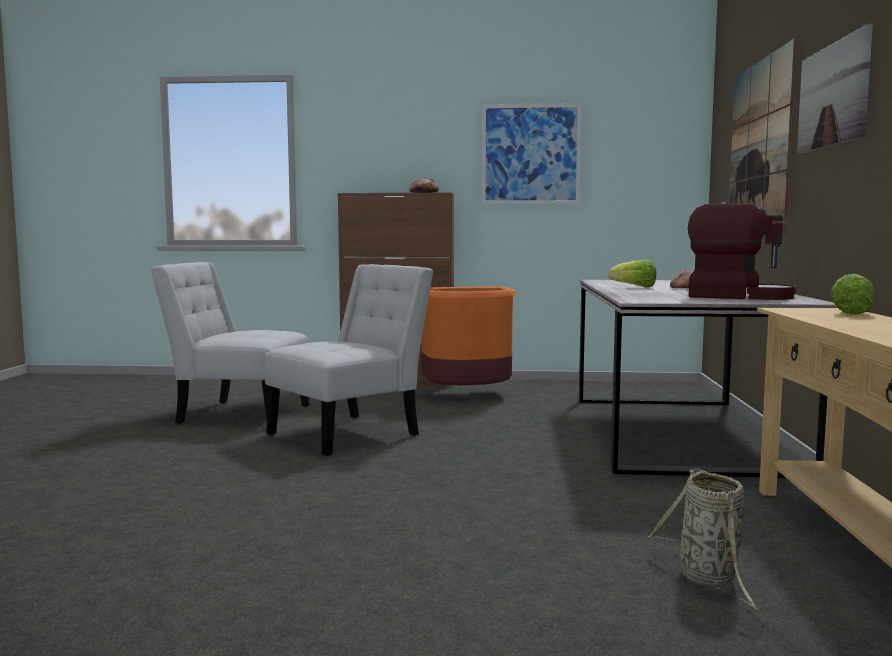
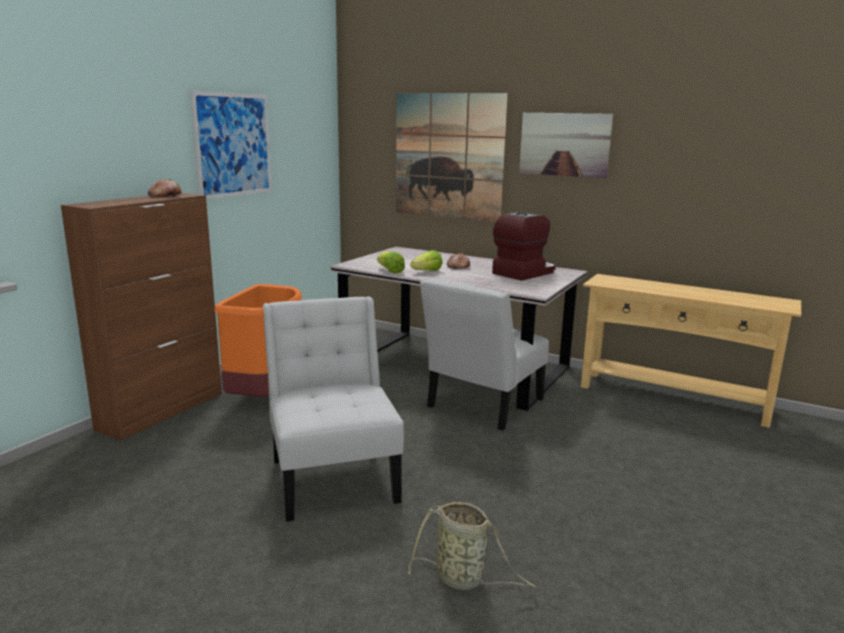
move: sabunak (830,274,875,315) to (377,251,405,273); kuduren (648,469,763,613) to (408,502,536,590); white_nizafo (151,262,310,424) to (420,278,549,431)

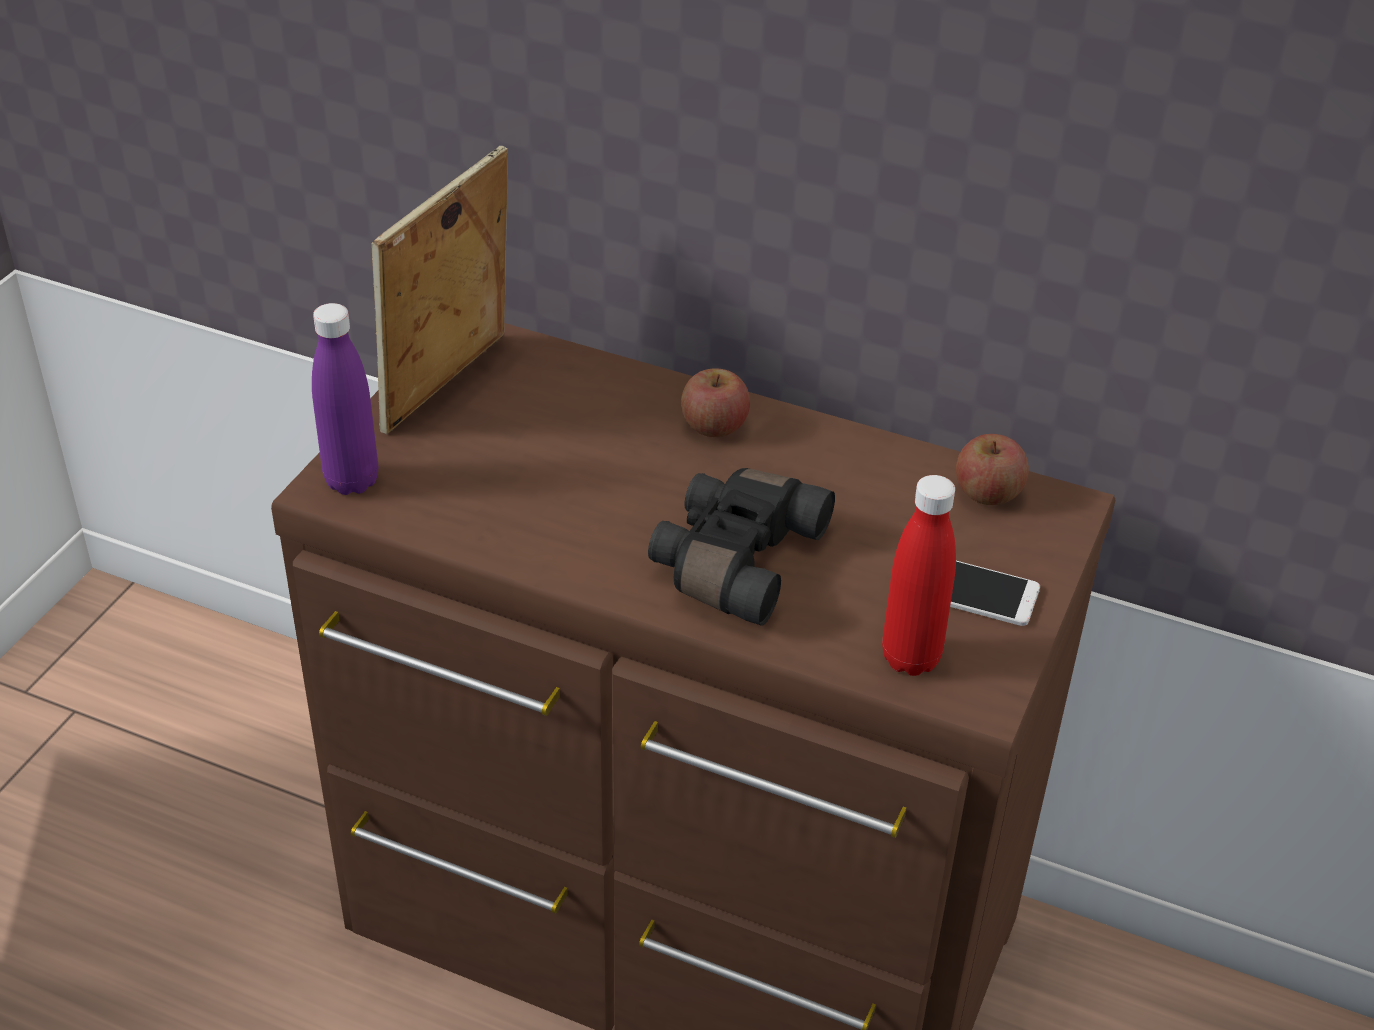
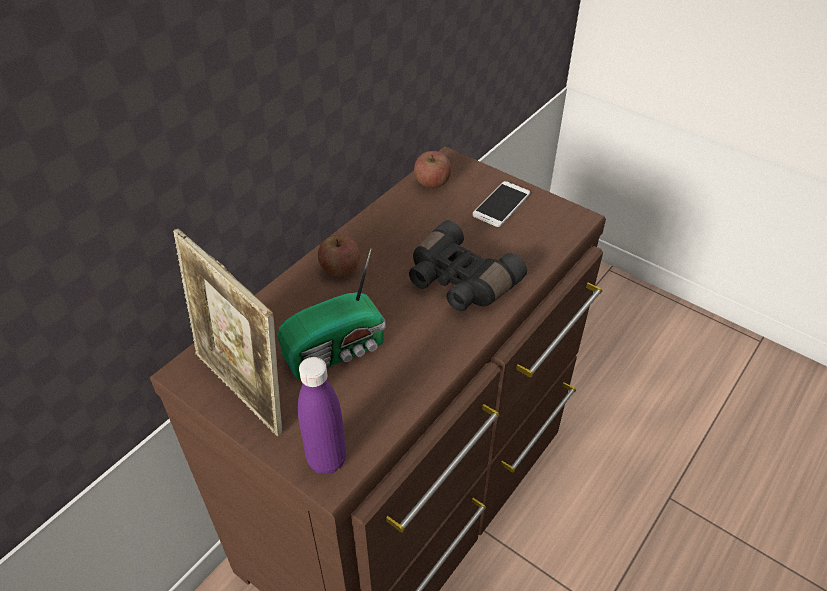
delete: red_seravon (882,475,956,676)
insert: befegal (277,248,386,379)

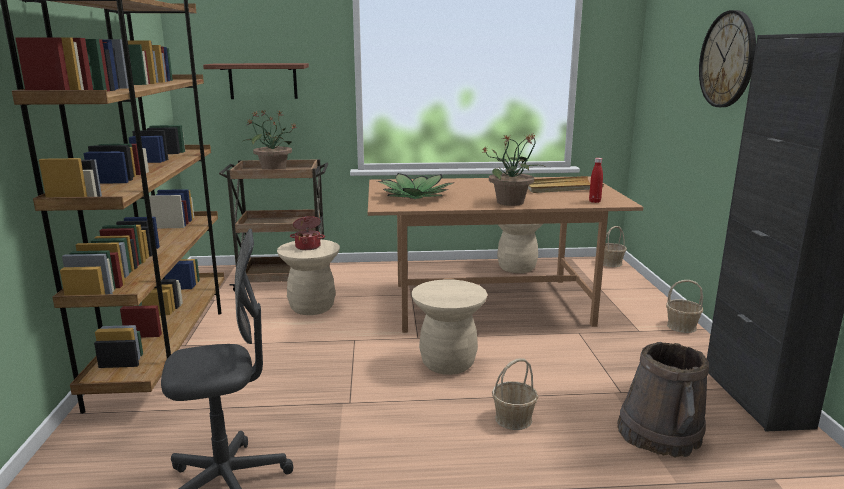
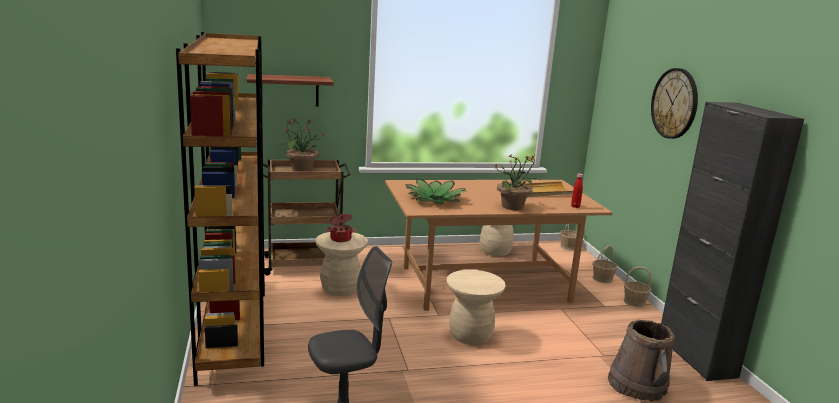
move: kuduren (492,358,538,430) to (592,245,618,283)

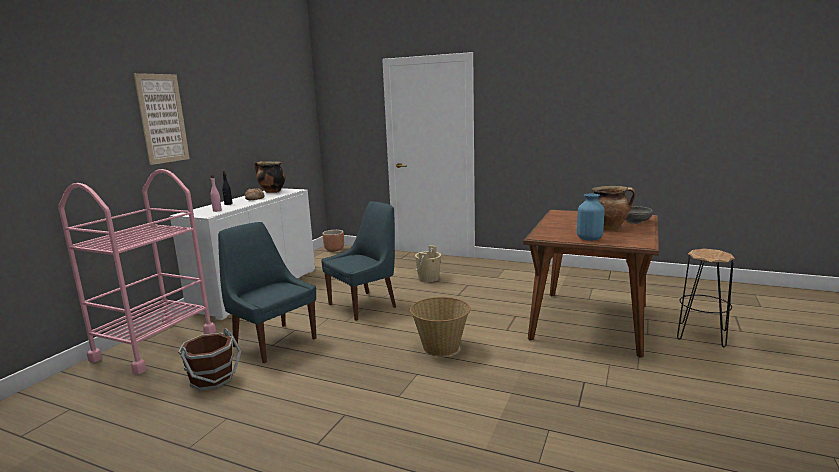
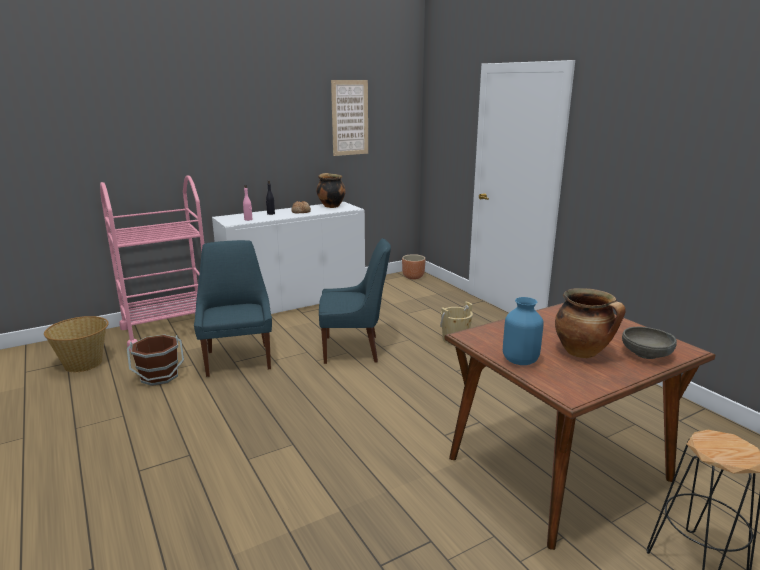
move: kuduren (410,297,470,356) to (44,316,109,372); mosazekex (134,73,190,165) to (331,80,368,156)

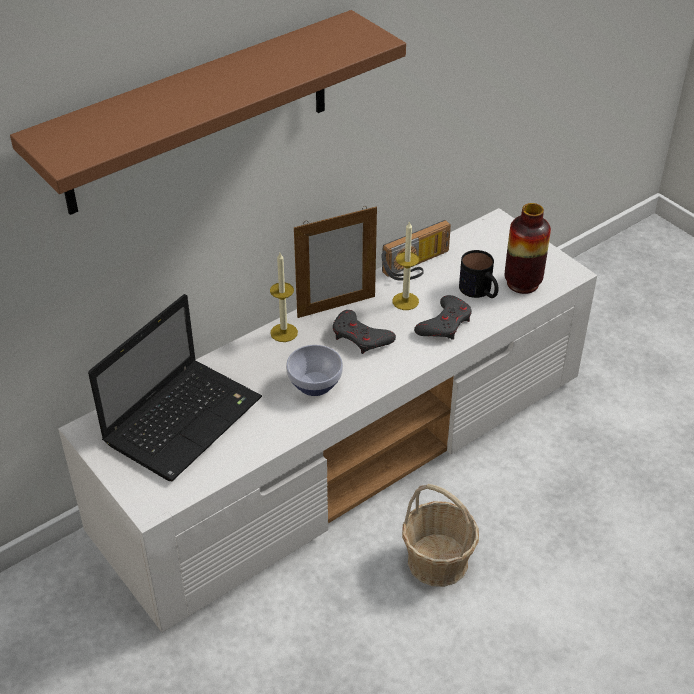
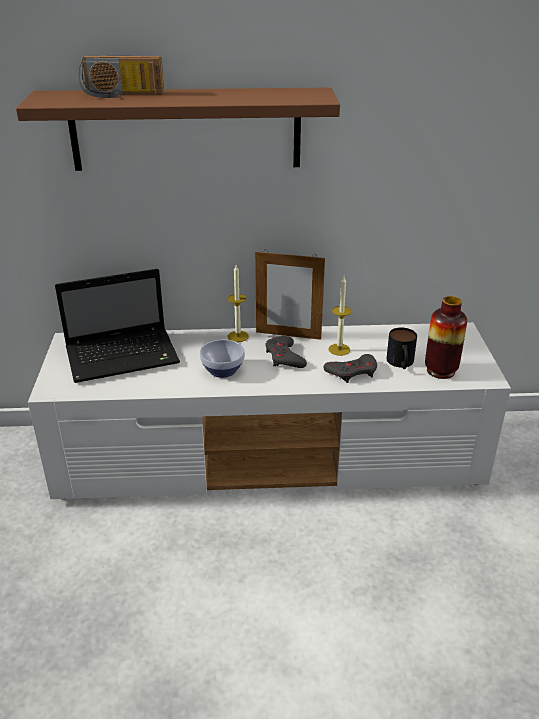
delete: kuduren (402,484,479,587)
move: befegal (381,220,451,281) to (78,56,164,98)

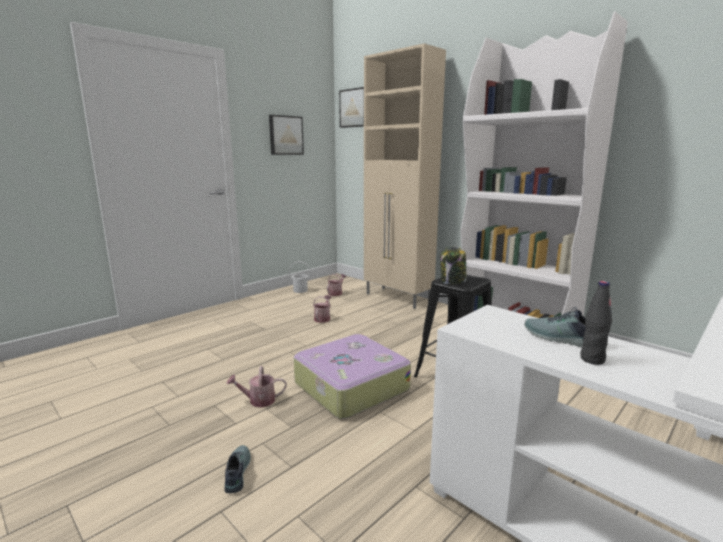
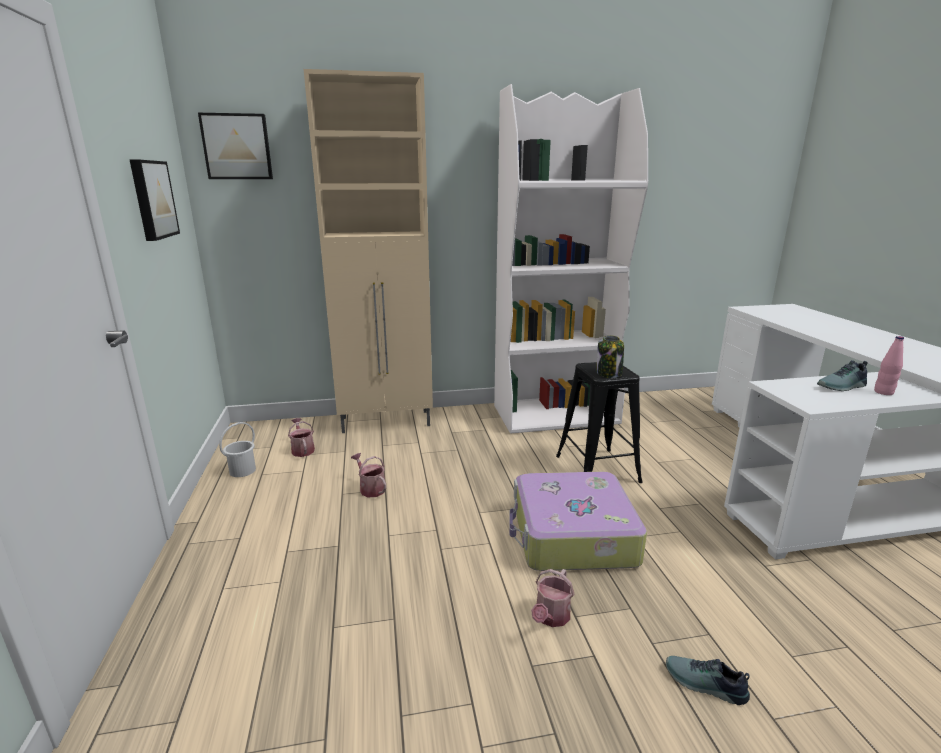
recolor: black_seravon (580,281,612,365) to pink_seravon (874,336,904,395)

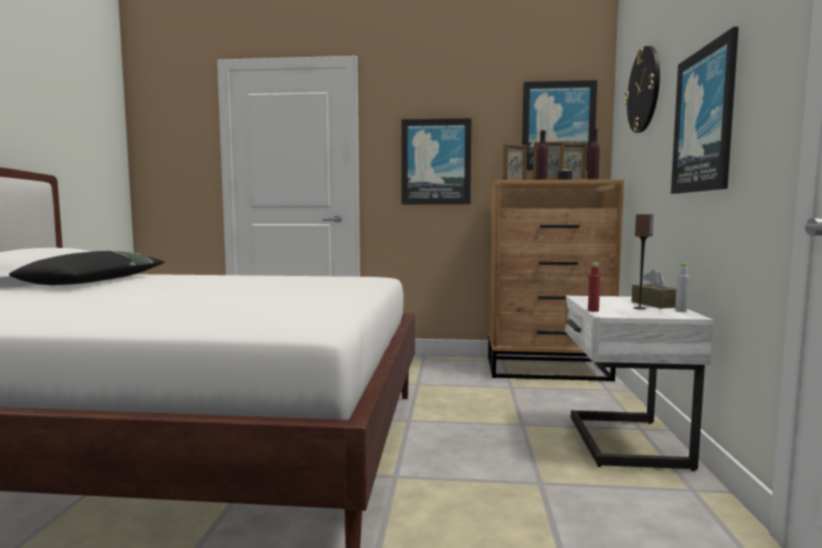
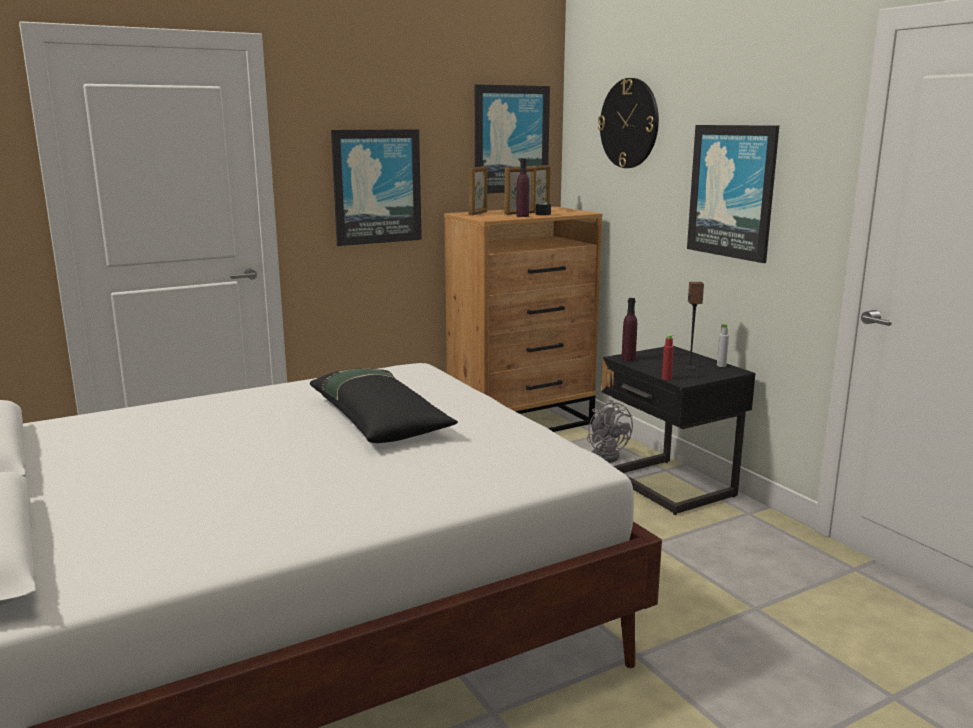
delete: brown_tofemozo (632,269,676,309)
insert: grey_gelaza (587,400,633,463)
move: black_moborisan (9,251,165,285) to (310,368,458,443); purple_seravon (587,129,600,180) to (622,298,637,362)
recolor: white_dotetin (564,296,713,471) to black_dotetin (601,346,756,515)

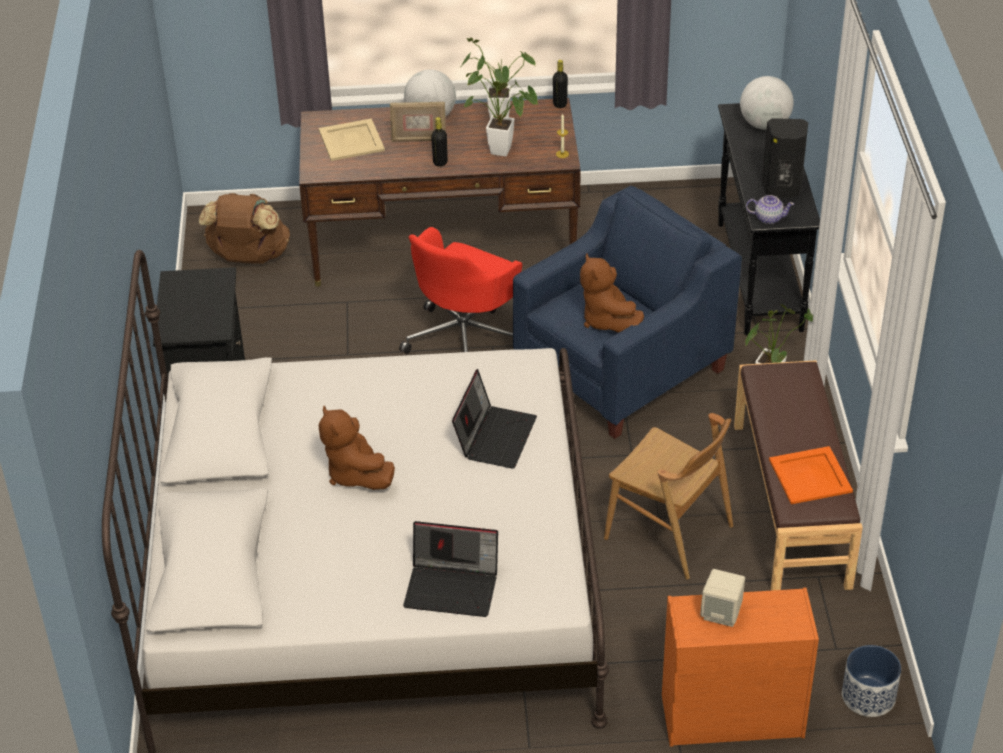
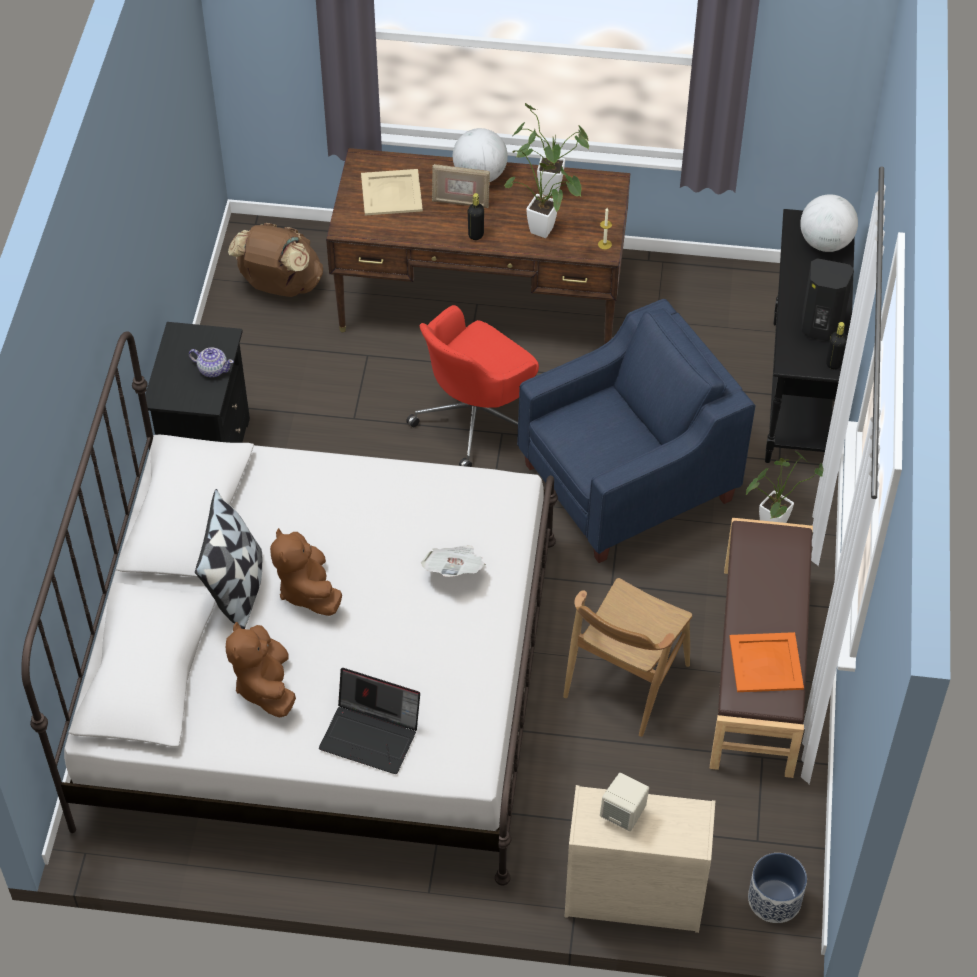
insert: moborisan (195,489,262,629)
move: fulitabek (746,195,794,224) to (189,347,234,377); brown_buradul (580,253,644,333) to (226,622,296,717); black_seravon (553,60,568,108) to (826,322,847,370)
replace: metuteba (452,369,537,469) to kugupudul (421,545,486,577)
recolor: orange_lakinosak (662,588,819,747) to beige_lakinosak (565,785,715,933)
rotate: brown_nizafo (604,413,733,580) = (563,578,692,737) 75 degrees clockwise

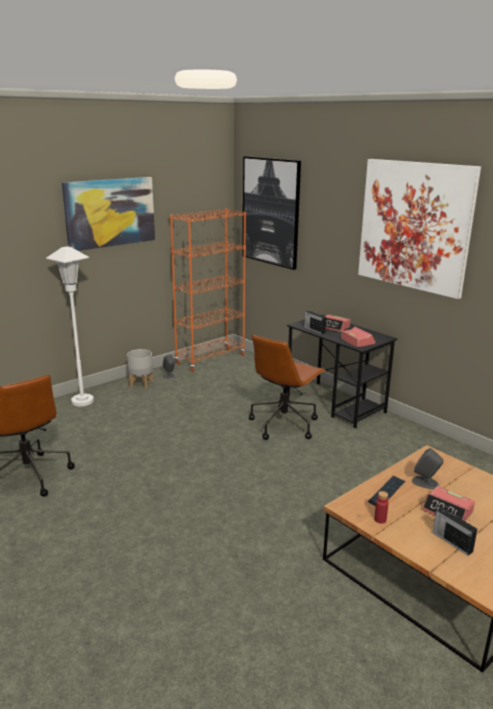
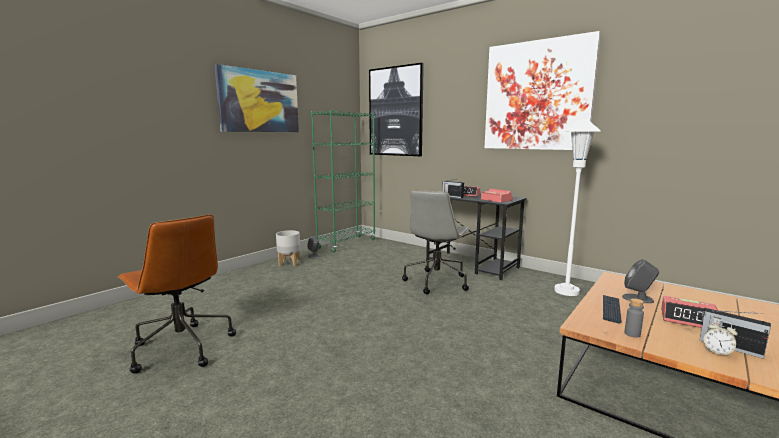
insert: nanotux (704,320,738,357)
move: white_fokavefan (46,246,94,406) to (554,119,601,296)
recolor: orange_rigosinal (170,208,246,372) to green_rigosinal (311,110,376,253); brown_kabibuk (249,334,326,440) to grey_kabibuk (402,190,471,294); red_seravon (374,491,389,524) to grey_seravon (624,298,644,338)

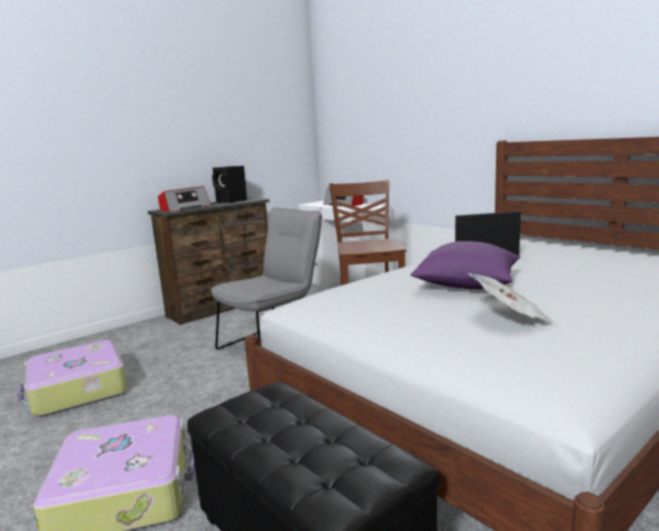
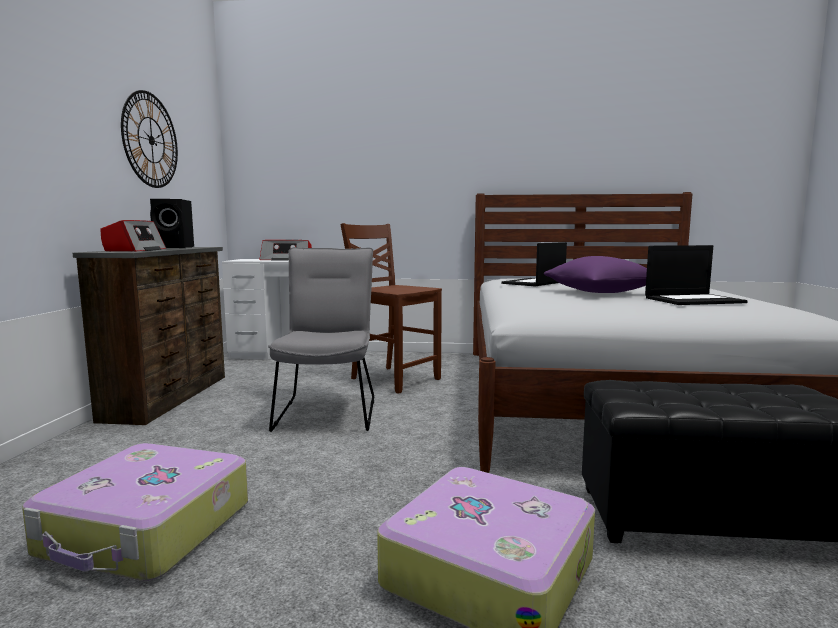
insert: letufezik (121,90,178,188)
replace: kugupudul (468,273,558,324) to metuteba (645,245,748,305)

